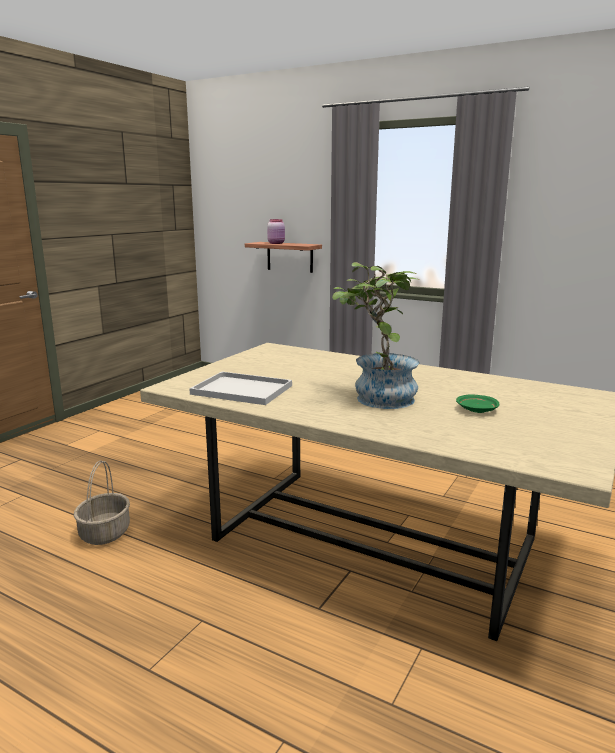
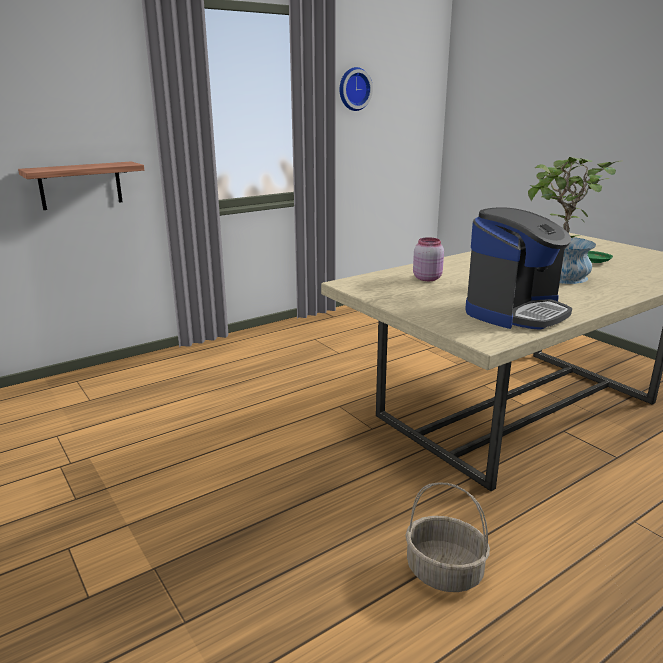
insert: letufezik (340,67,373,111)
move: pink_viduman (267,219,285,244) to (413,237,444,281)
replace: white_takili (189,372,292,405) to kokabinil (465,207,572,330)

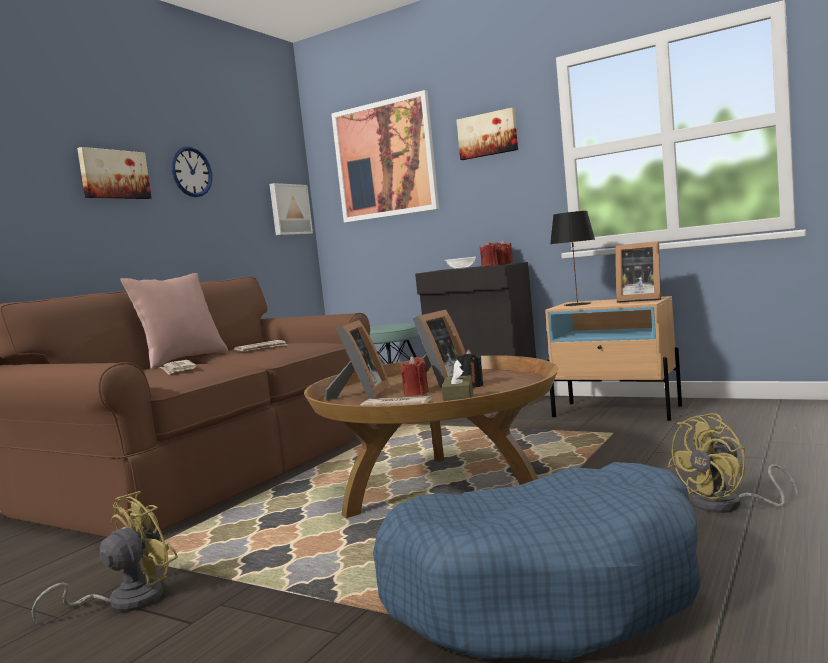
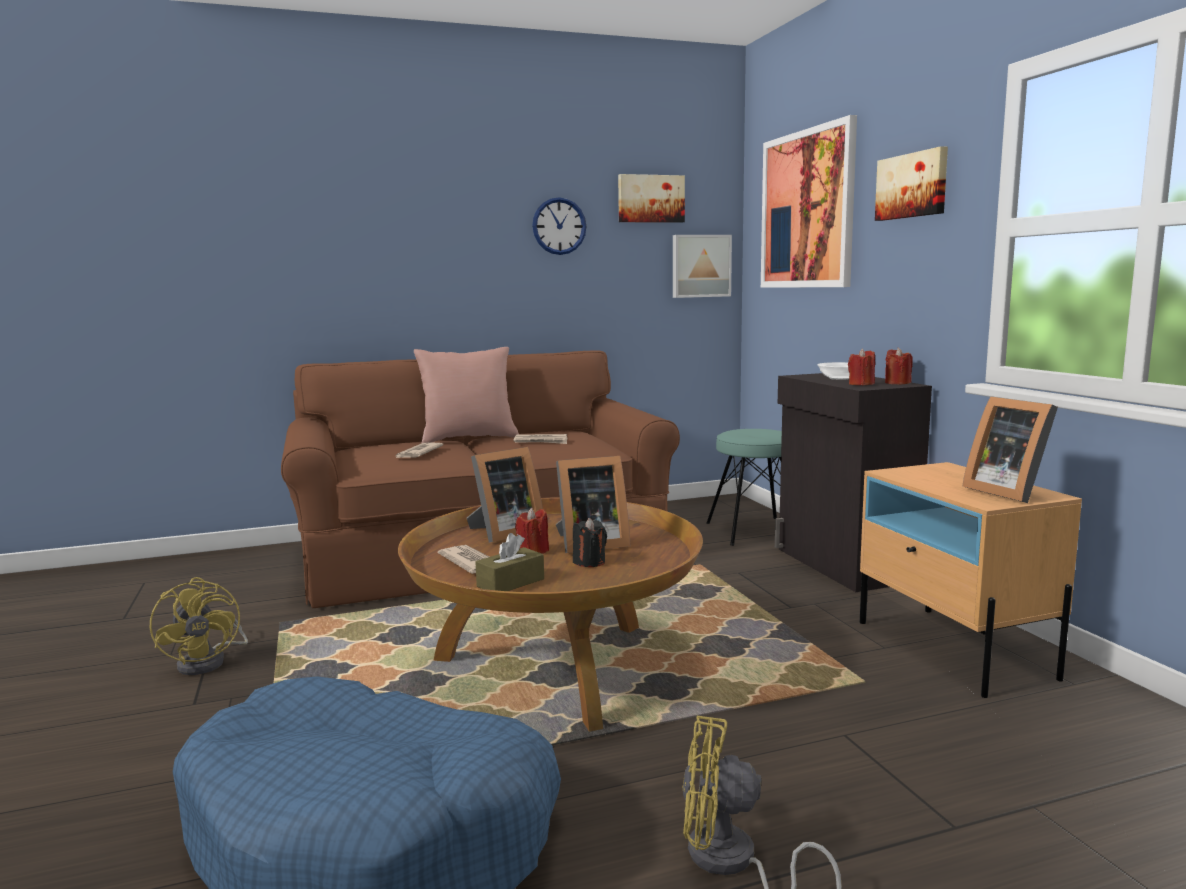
delete: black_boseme (550,211,595,306)
move: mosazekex (77,147,151,199) to (618,174,685,223)
rotate: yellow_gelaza (31,491,178,624) = (150,577,248,675) 75 degrees clockwise

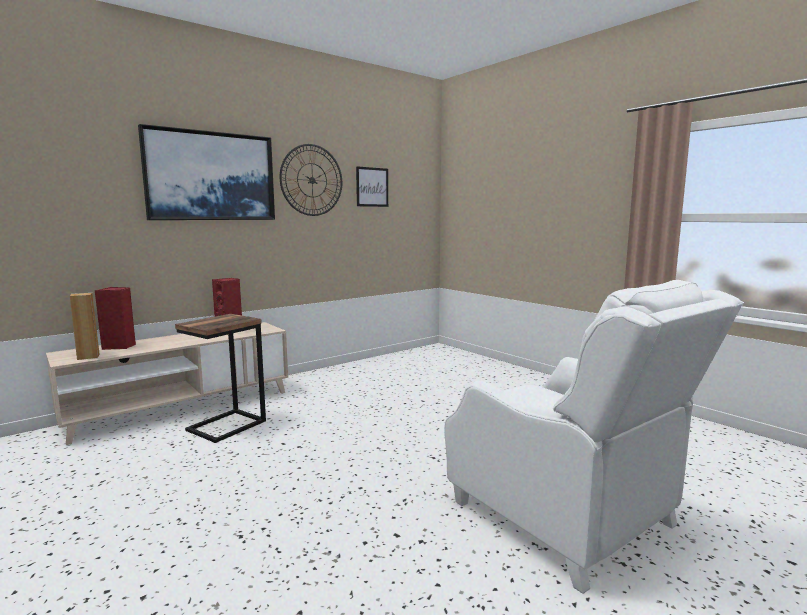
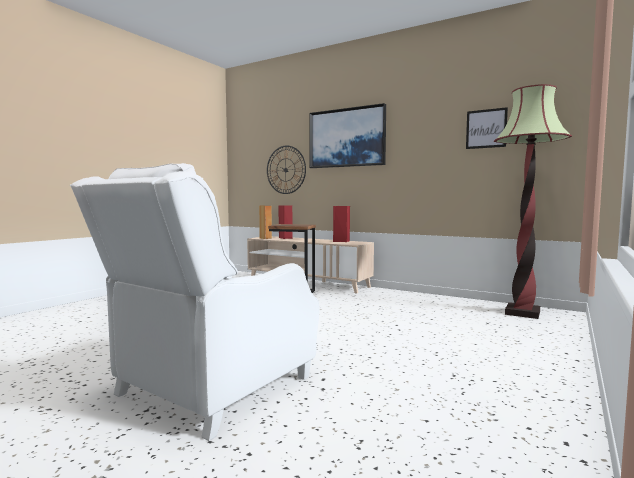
insert: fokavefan (494,84,572,319)
move: letufezik (280,144,342,216) to (267,146,306,194)

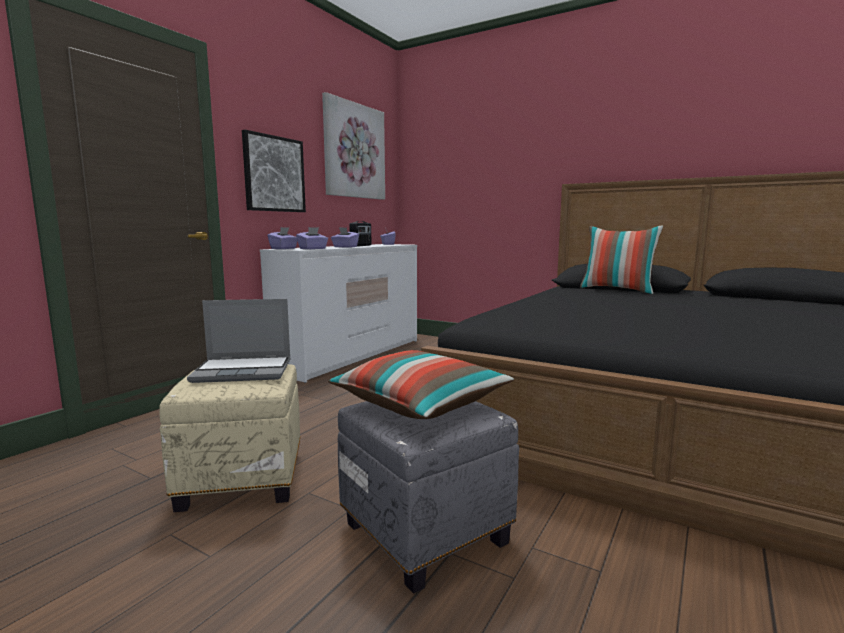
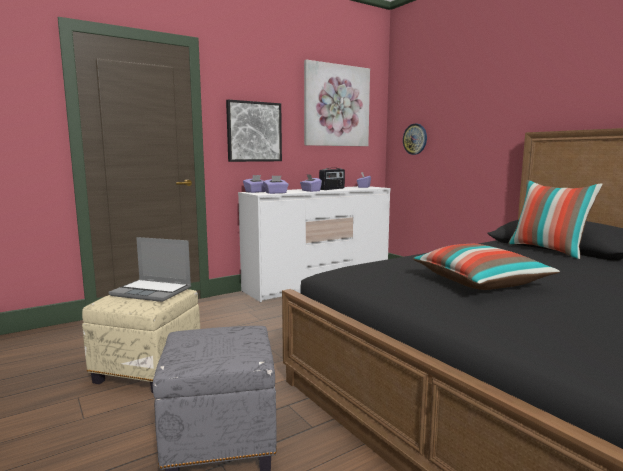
insert: letufezik (403,124,427,155)
move: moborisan (328,350,514,419) to (413,244,560,290)

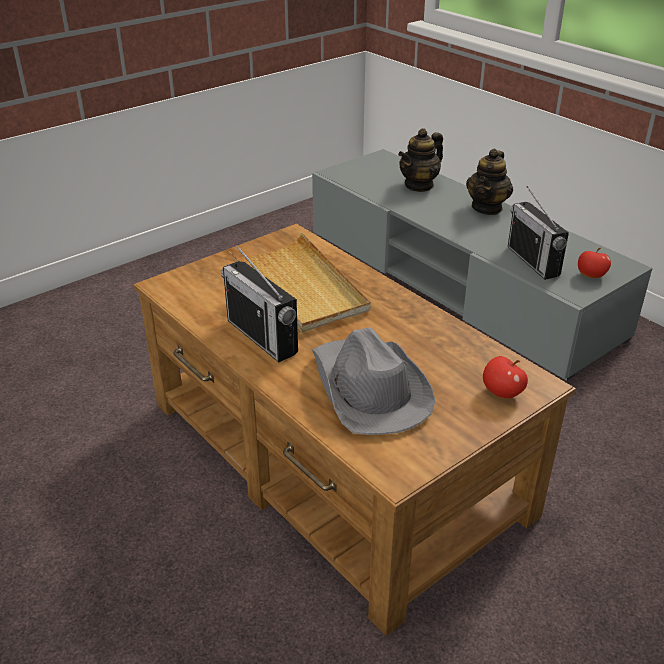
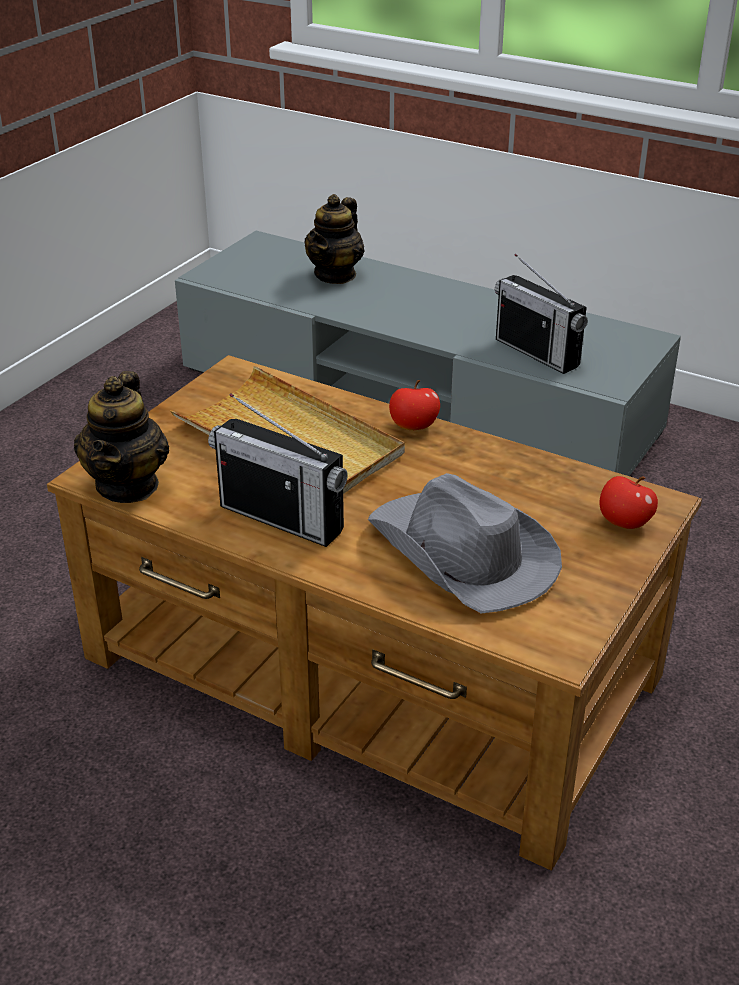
move: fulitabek (466,149,513,215) to (74,371,169,503); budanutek (578,248,611,278) to (389,380,440,430)

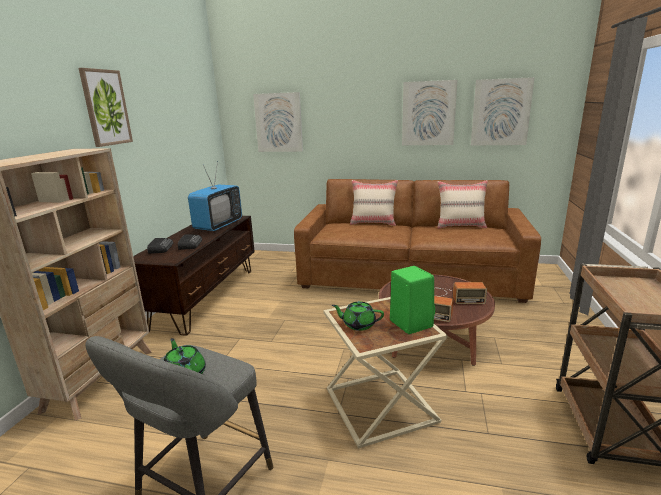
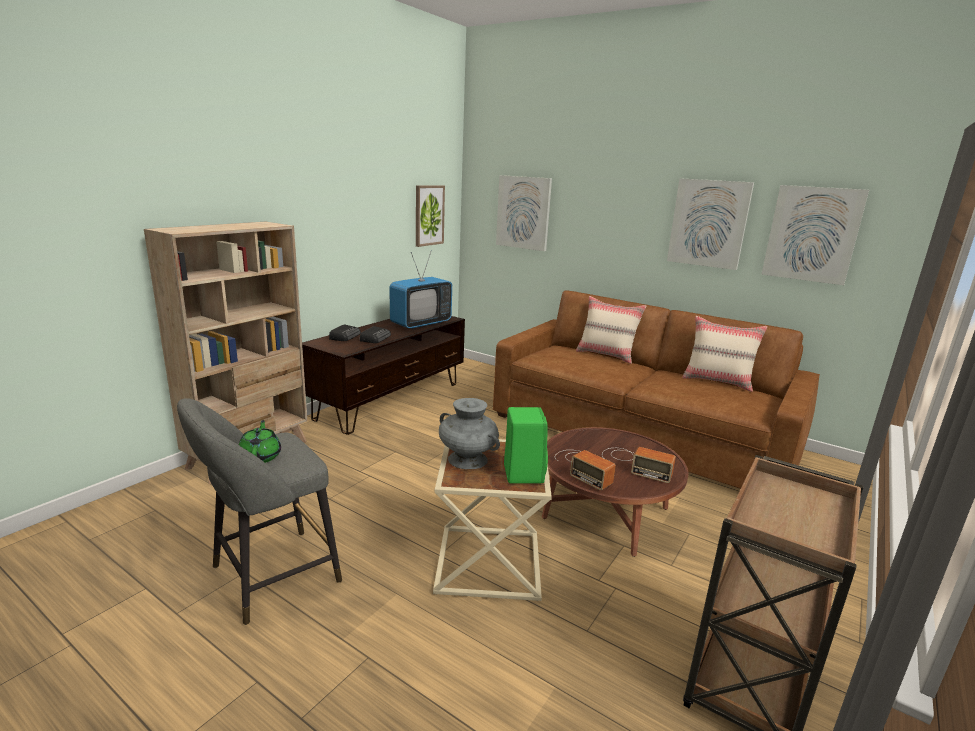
move: mosazekex (78,68,133,147) to (416,185,445,247)
replace: green_fulitabek (332,301,384,331) to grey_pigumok (439,398,500,469)

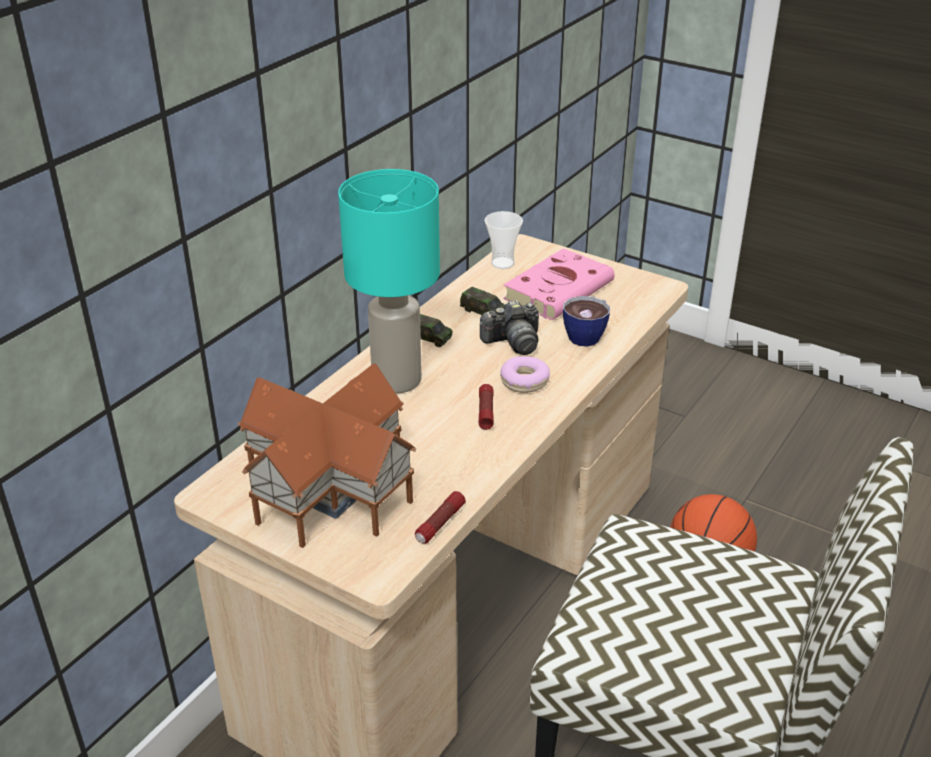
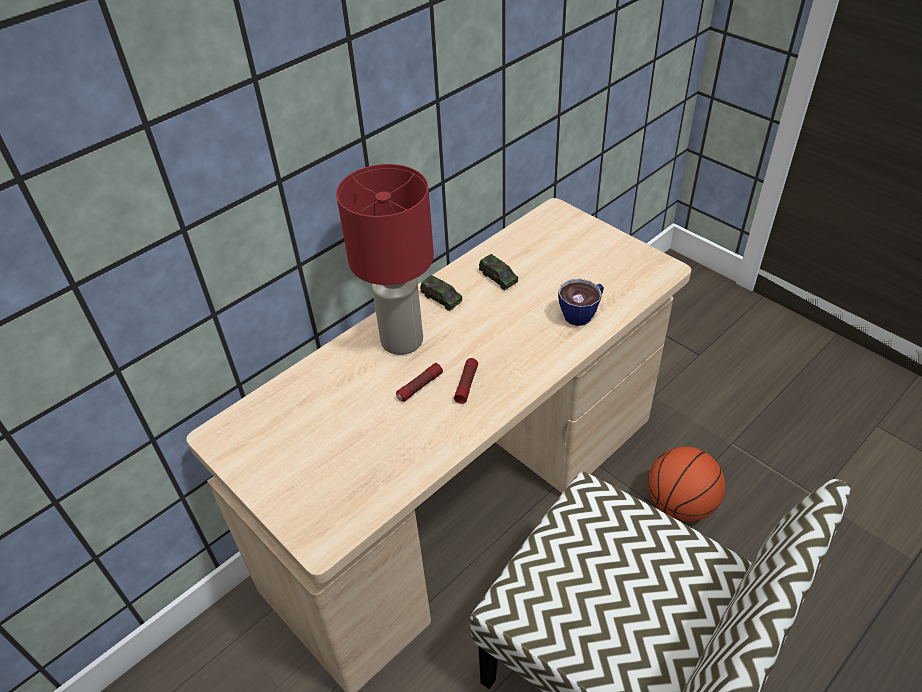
delete: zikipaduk (237,363,416,548); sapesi (480,300,539,355); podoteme (484,211,523,269); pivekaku (500,356,550,393); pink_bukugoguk (503,248,615,320)
move: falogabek (415,491,466,544) to (396,363,443,402)
recolor: turquoise_boseme (338,169,440,393) to red_boseme (336,164,434,355)

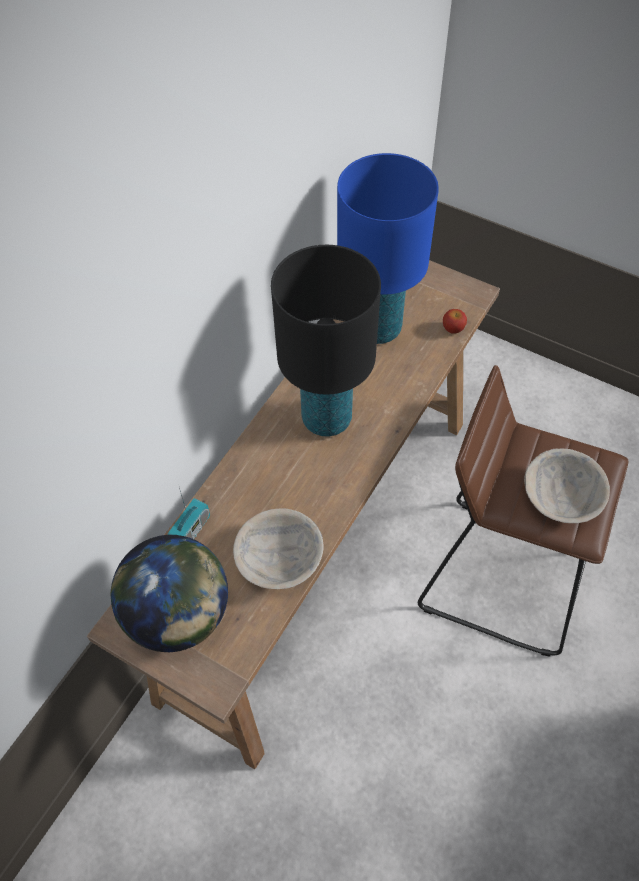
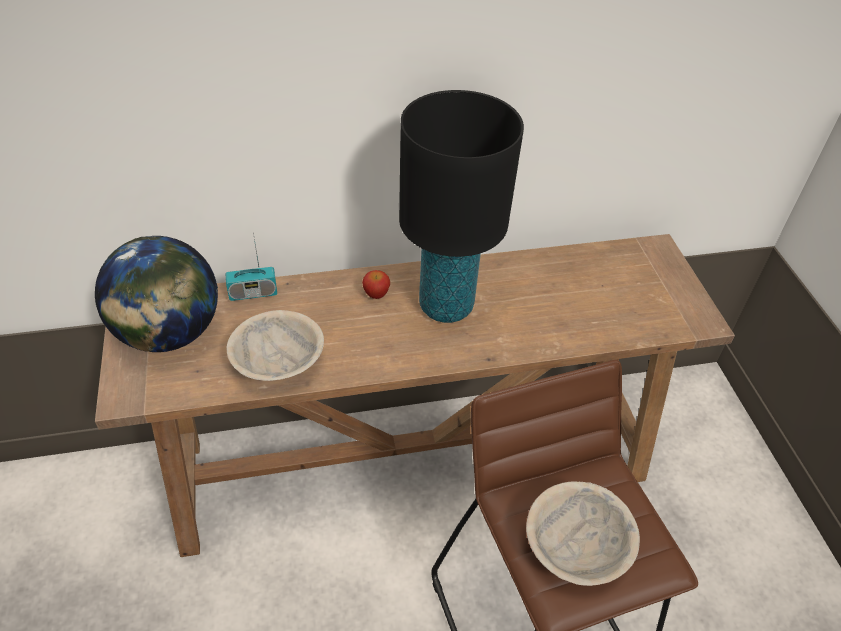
delete: blue_boseme (337,153,439,344)
move: budanutek (443,309,467,334) to (362,270,390,299)

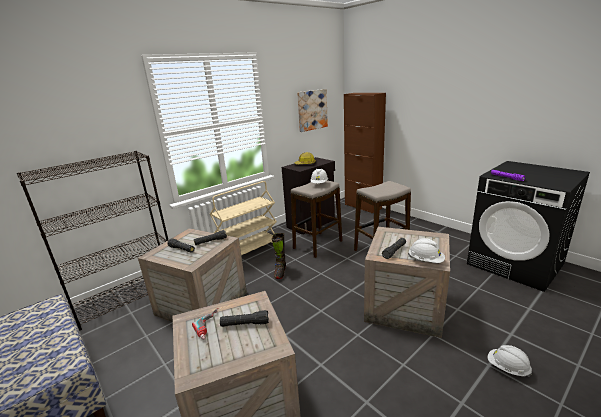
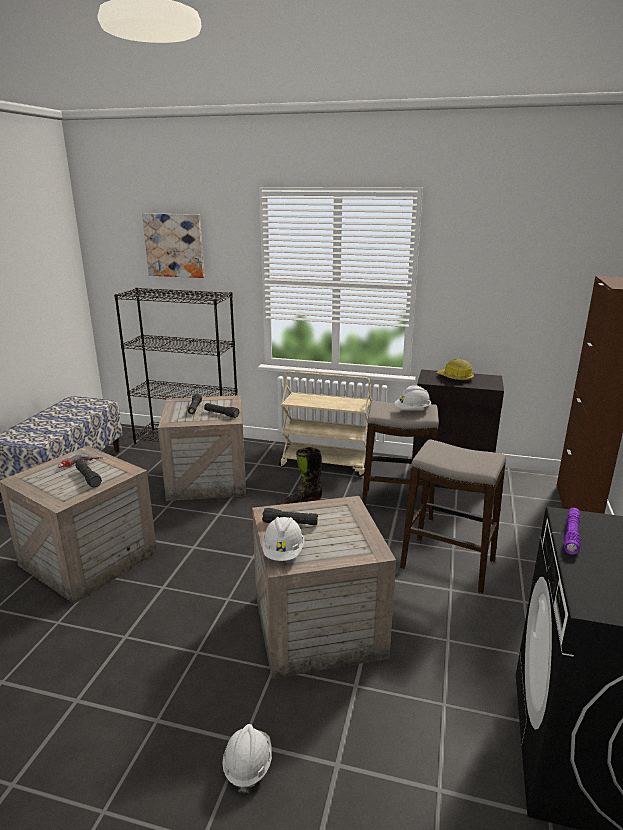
move: mosazekex (297,89,328,132) to (142,213,204,278)

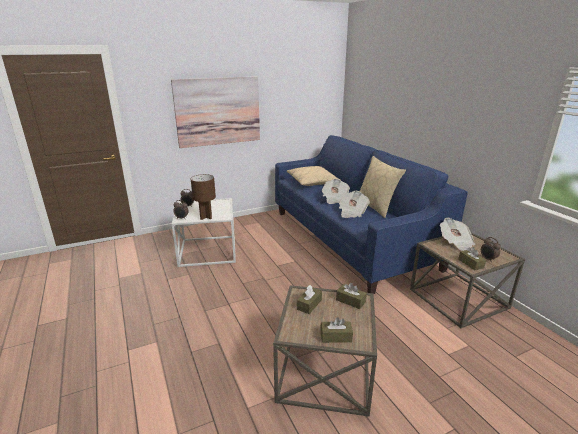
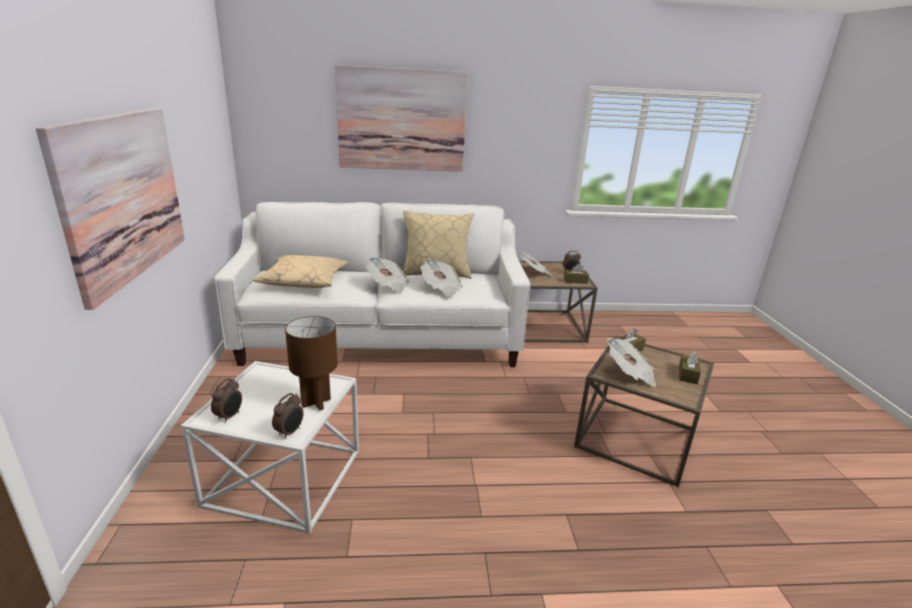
insert: mosazekex (335,65,468,172)
replace: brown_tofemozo (297,285,322,314) to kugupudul (607,338,656,387)
recolor: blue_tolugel (275,135,468,294) to white_tolugel (214,202,530,367)

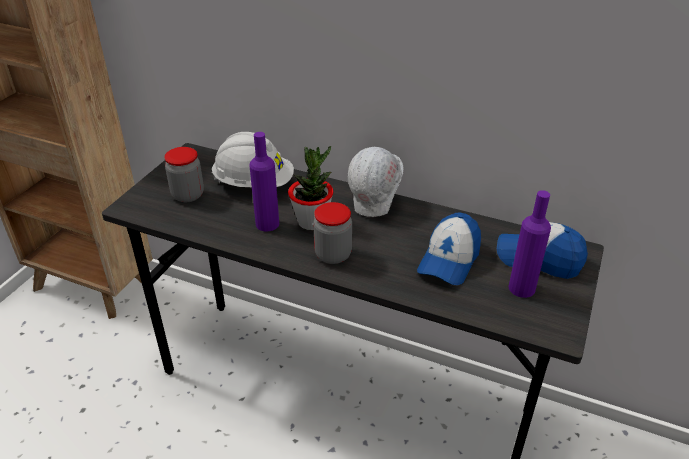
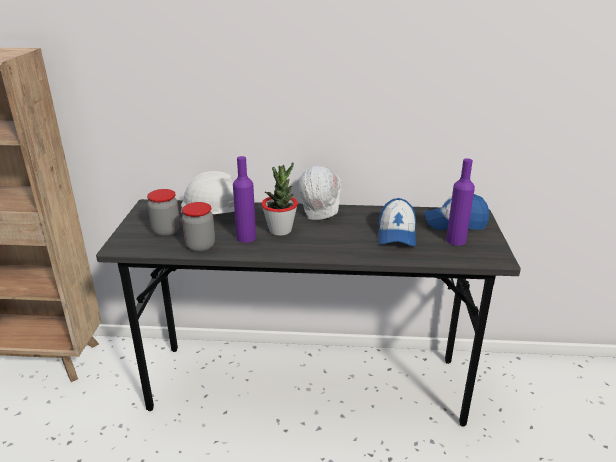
move: viduman (313,202,352,264) to (182,202,215,252)

